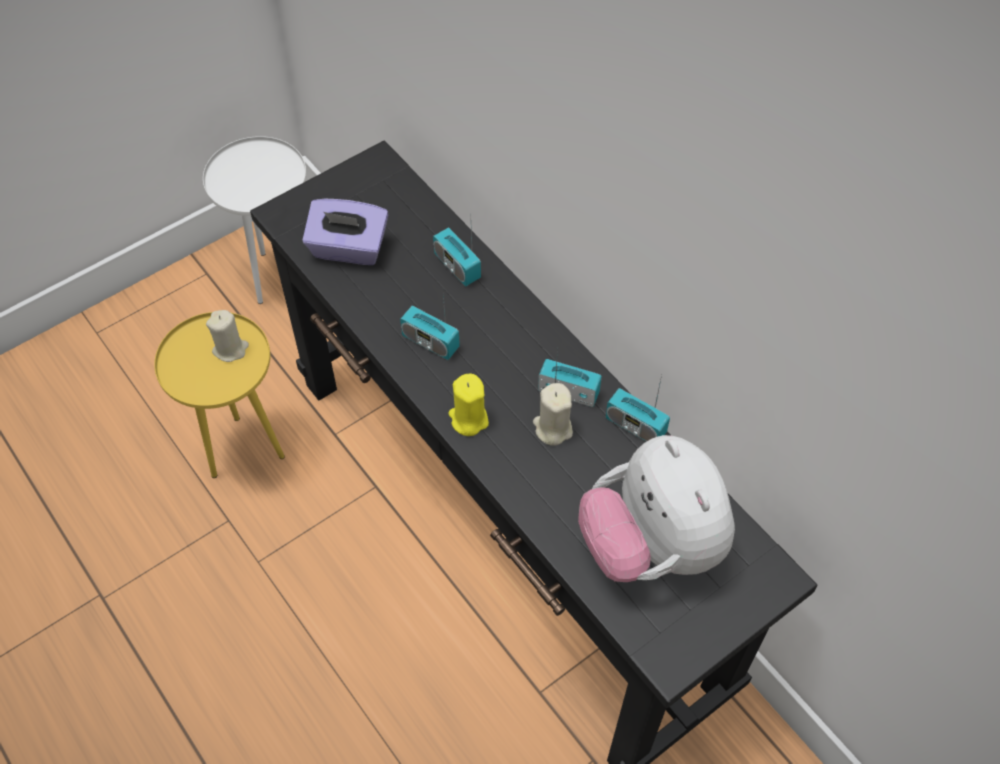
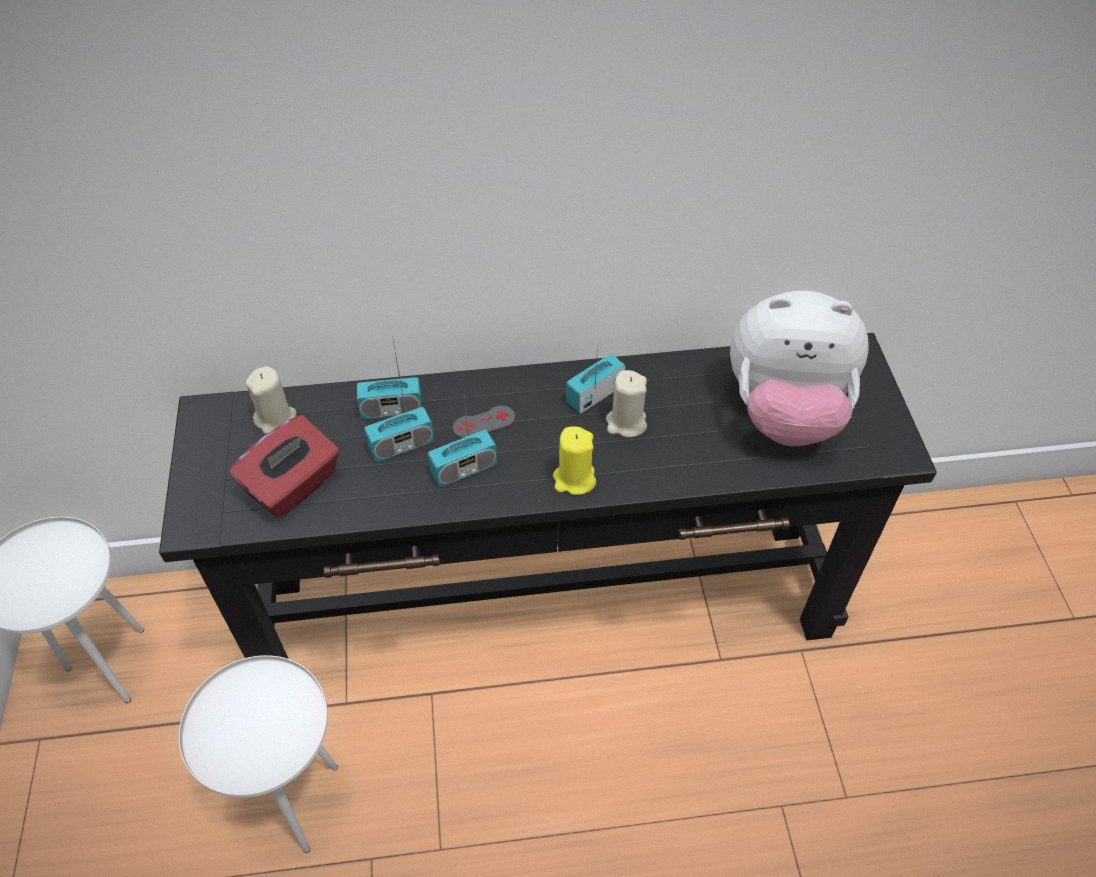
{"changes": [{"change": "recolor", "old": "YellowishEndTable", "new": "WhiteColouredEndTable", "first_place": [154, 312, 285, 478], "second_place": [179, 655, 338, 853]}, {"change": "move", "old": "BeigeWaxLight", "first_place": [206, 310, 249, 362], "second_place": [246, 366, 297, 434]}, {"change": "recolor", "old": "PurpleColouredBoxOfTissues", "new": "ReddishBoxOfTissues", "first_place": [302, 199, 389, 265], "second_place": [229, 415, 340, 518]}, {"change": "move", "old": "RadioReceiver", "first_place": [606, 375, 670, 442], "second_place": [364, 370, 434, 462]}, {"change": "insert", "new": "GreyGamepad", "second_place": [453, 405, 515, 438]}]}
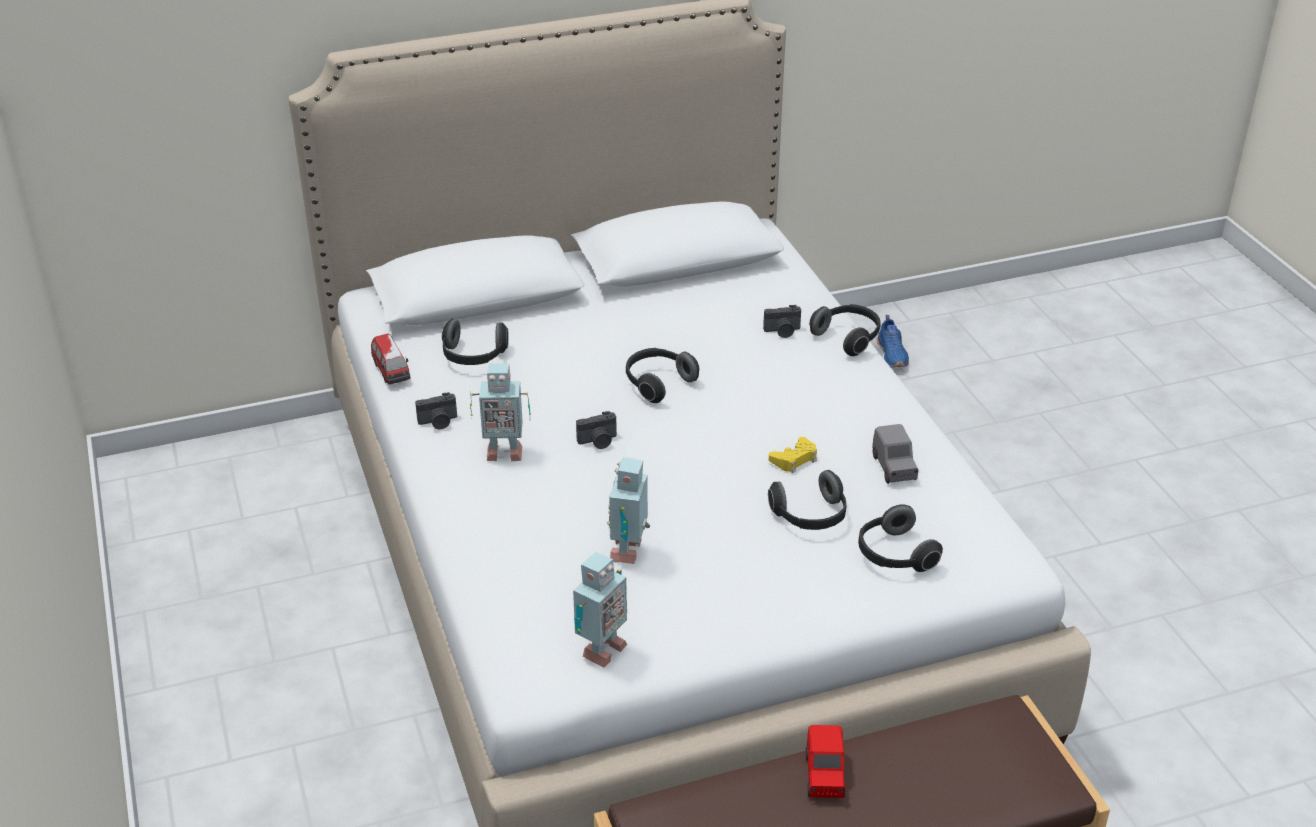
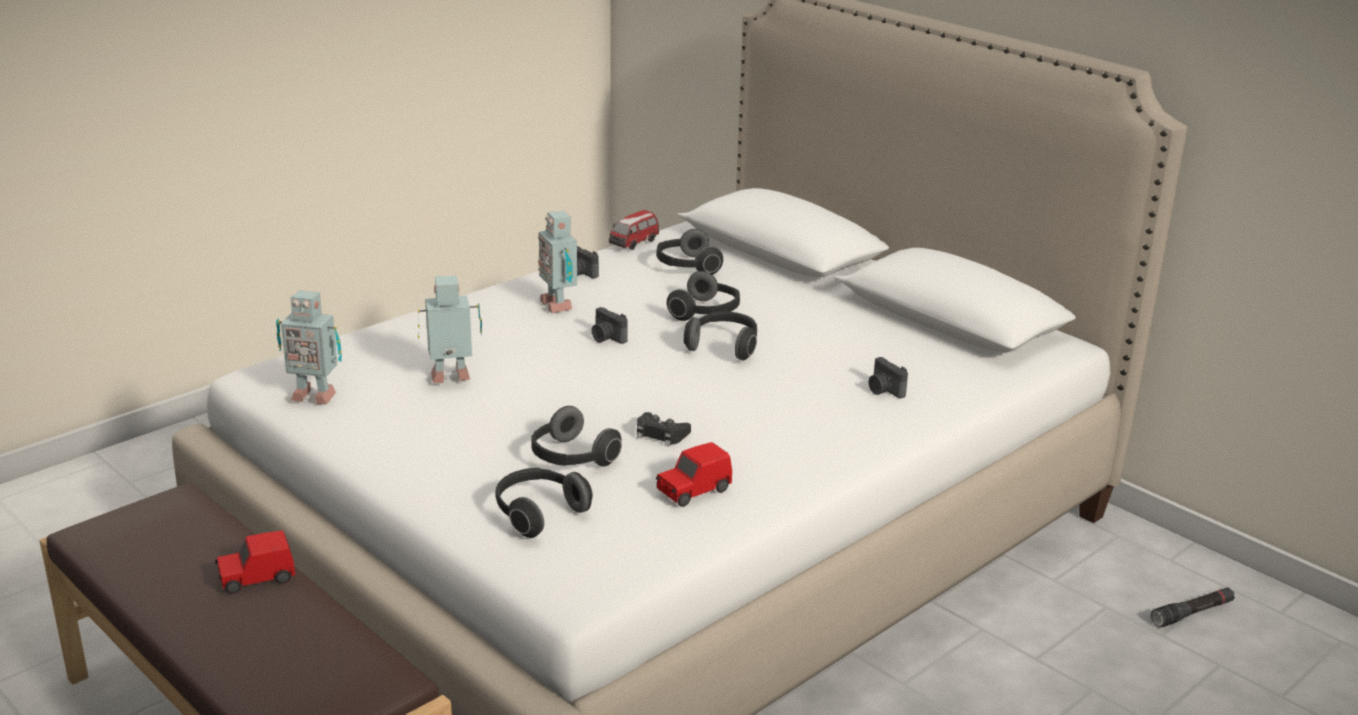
{"changes": [{"change": "recolor", "old": "YellowishGamepad", "new": "BlackColouredGamepad", "first_place": [769, 437, 817, 473], "second_place": [637, 412, 691, 446]}, {"change": "move", "old": "Headset", "first_place": [809, 304, 881, 356], "second_place": [667, 271, 740, 321]}, {"change": "recolor", "old": "GreyMiniatureCar", "new": "ReddishMiniatureCar", "first_place": [872, 424, 918, 484], "second_place": [656, 442, 732, 507]}, {"change": "replace", "old": "BluishItemOfFootwear", "new": "BlackColouredTorch", "first_place": [877, 315, 909, 368], "second_place": [1151, 587, 1235, 627]}]}
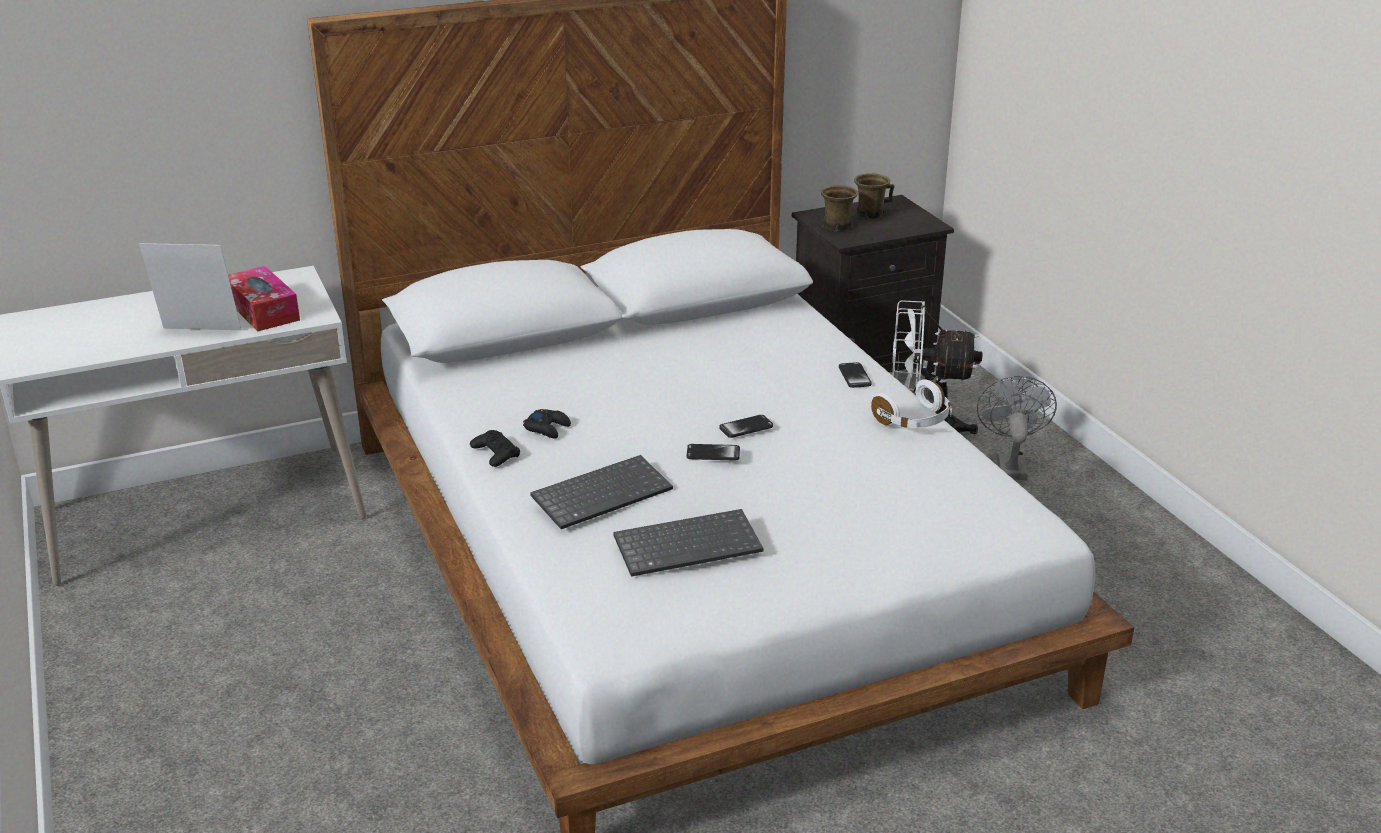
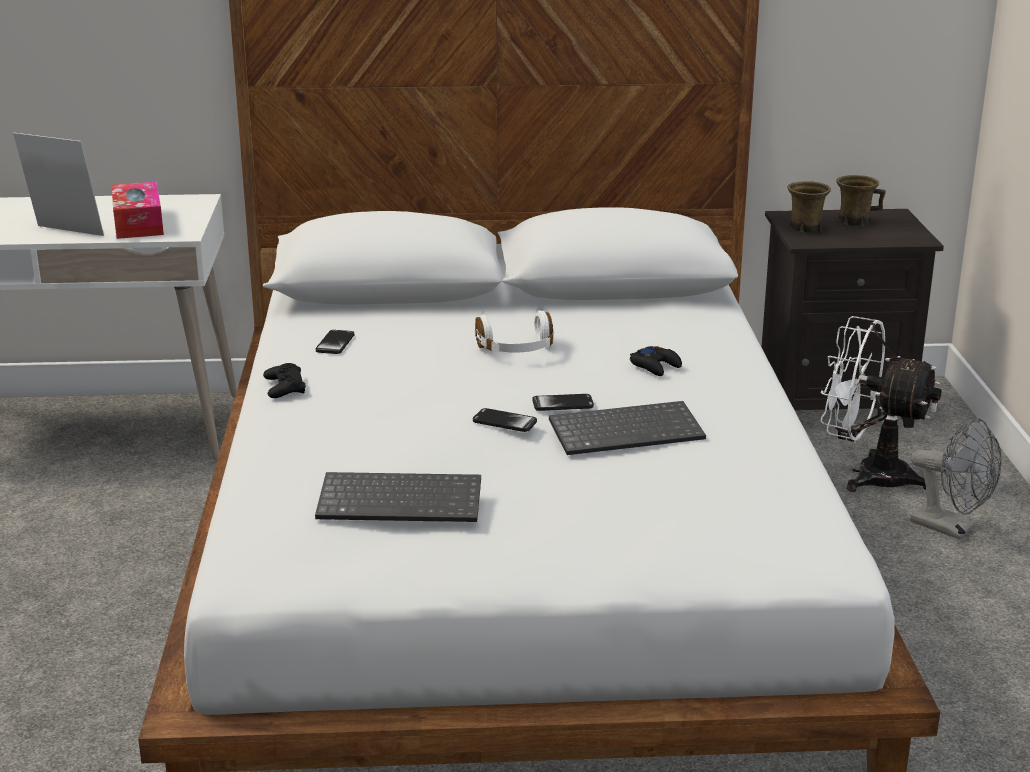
{"changes": [{"change": "move", "old": "BlackColouredGamepad", "first_place": [523, 409, 571, 439], "second_place": [630, 346, 682, 376]}, {"change": "move", "old": "PcKeyboard", "first_place": [530, 455, 673, 529], "second_place": [549, 401, 706, 455]}, {"change": "move", "old": "Phone", "first_place": [839, 362, 872, 388], "second_place": [316, 330, 354, 354]}, {"change": "move", "old": "WhiteColouredHeadset", "first_place": [871, 380, 952, 428], "second_place": [475, 310, 554, 353]}, {"change": "rotate", "old": "GreyElectricFan", "first_place": [977, 376, 1057, 480], "second_place": [910, 418, 1001, 540], "degrees": 105}]}
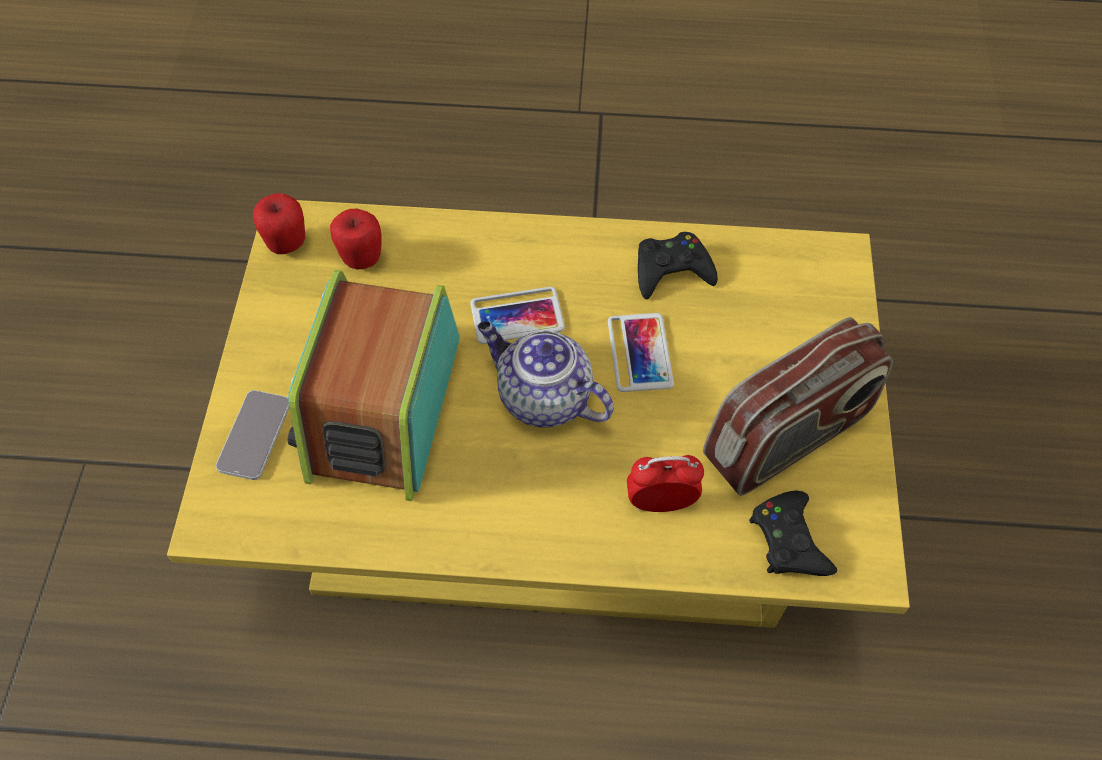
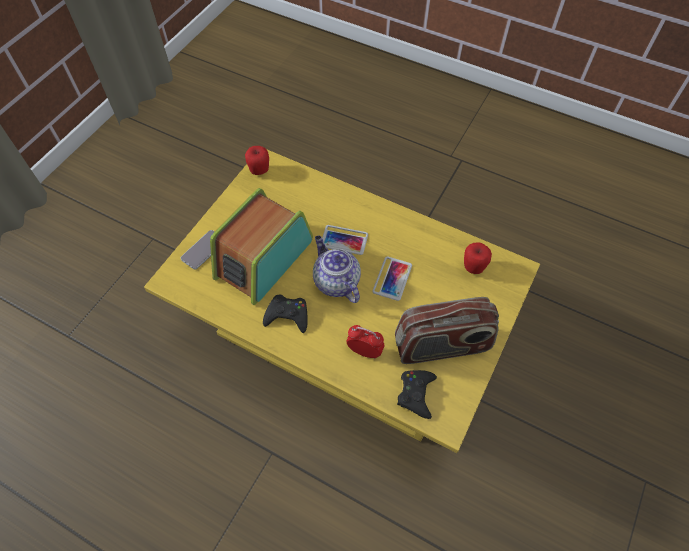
{"changes": [{"change": "move", "old": "AppleFruit", "first_place": [330, 209, 382, 270], "second_place": [464, 242, 492, 274]}, {"change": "move", "old": "BlackColouredGamepad", "first_place": [638, 232, 718, 299], "second_place": [263, 295, 308, 333]}]}
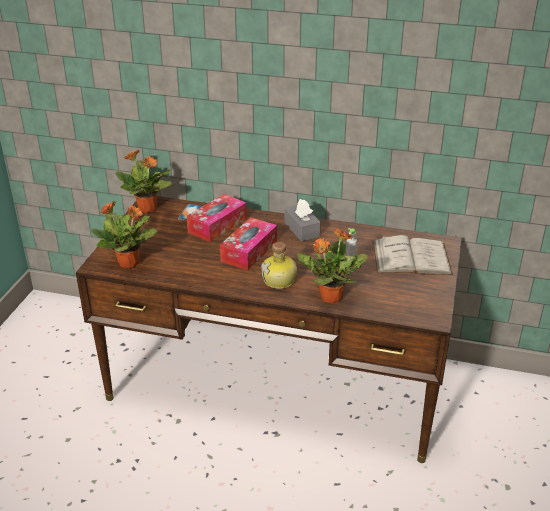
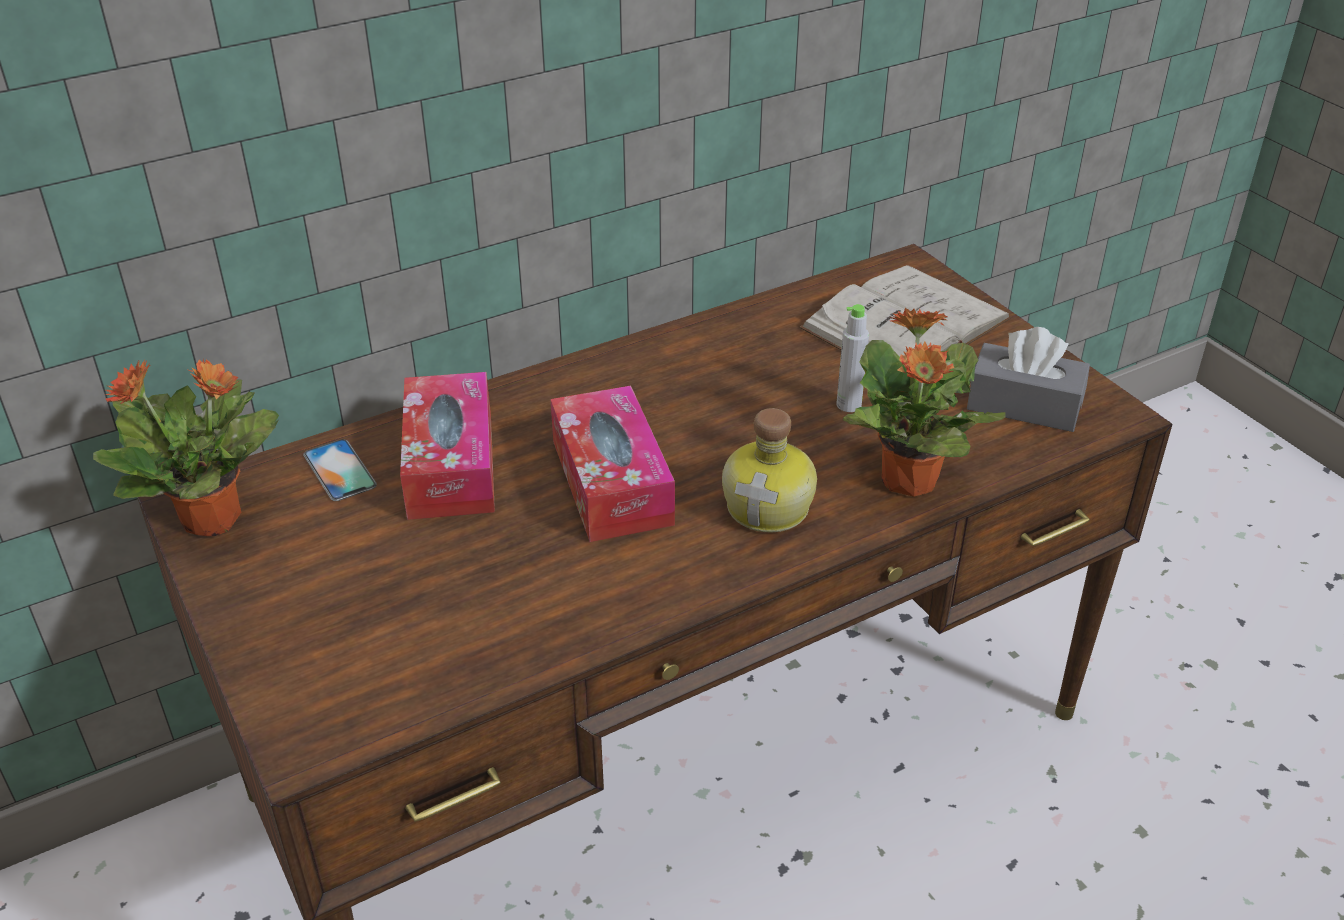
{"changes": [{"change": "delete", "old": "PottedPlant", "first_place": [91, 201, 157, 269]}, {"change": "move", "old": "GreyBoxOfTissues", "first_place": [284, 199, 321, 241], "second_place": [967, 327, 1090, 432]}]}
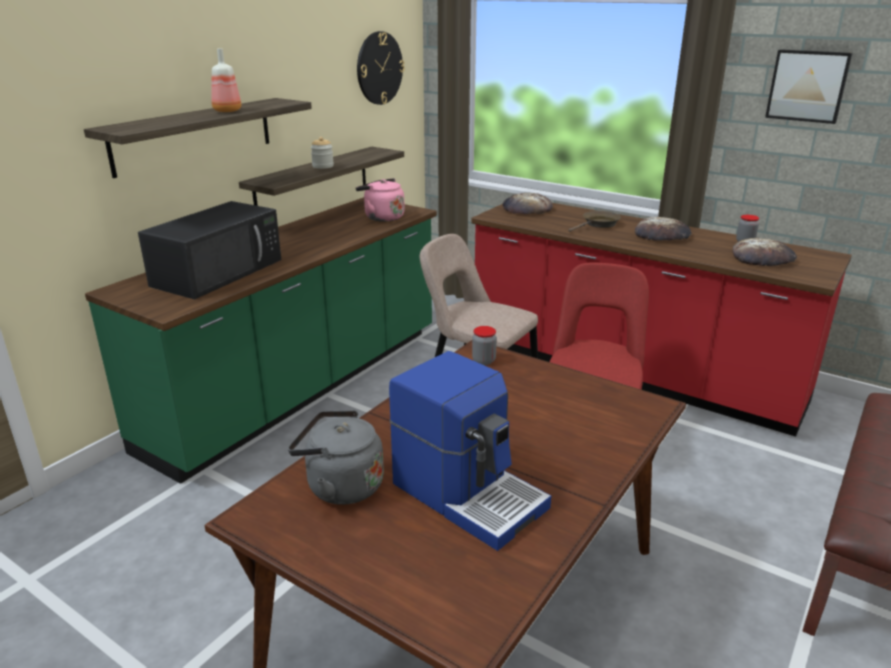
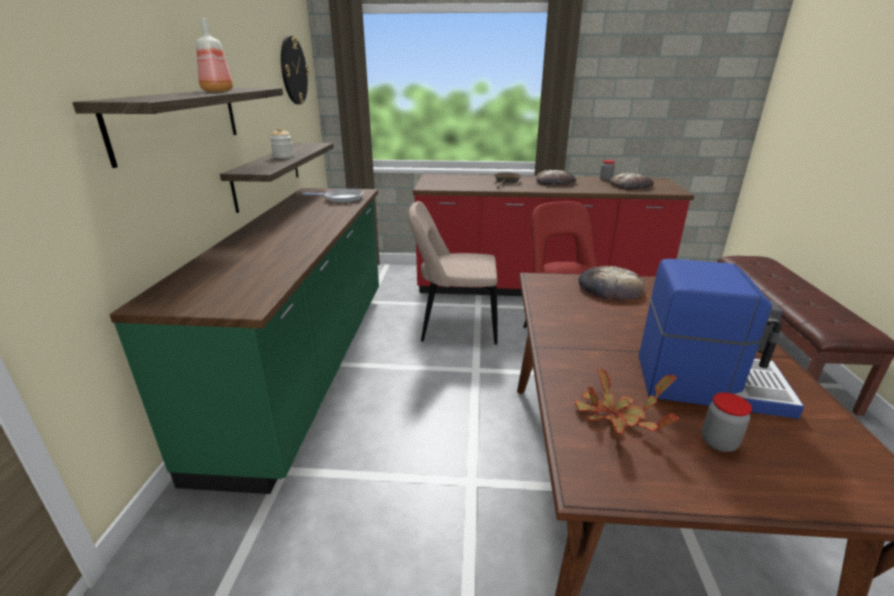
{"changes": [{"change": "delete", "old": "BlackColouredKitchenMicrowave", "first_place": [138, 201, 281, 299]}, {"change": "replace", "old": "GreyWaterKettle", "new": "PottedPlant", "first_place": [288, 410, 384, 505], "second_place": [575, 368, 679, 434]}, {"change": "replace", "old": "PinkishWaterKettle", "new": "FryingPan", "first_place": [356, 178, 405, 222], "second_place": [303, 189, 364, 203]}, {"change": "move", "old": "StorageJar", "first_place": [472, 326, 497, 365], "second_place": [702, 392, 752, 452]}, {"change": "move", "old": "BakeryBread", "first_place": [503, 193, 553, 214], "second_place": [578, 266, 644, 301]}, {"change": "delete", "old": "Picture", "first_place": [765, 49, 853, 124]}]}
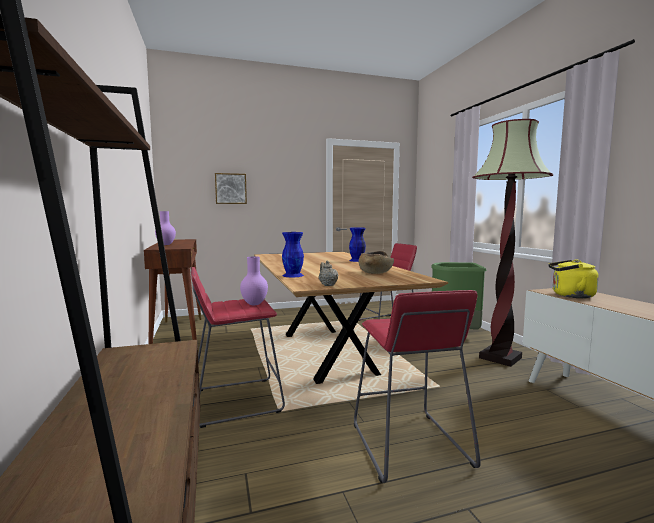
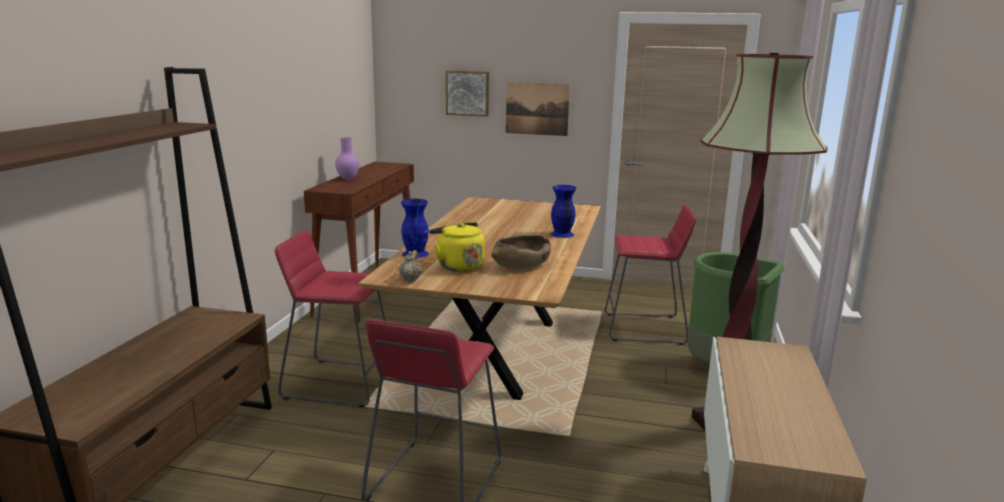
{"changes": [{"change": "delete", "old": "PurpleColouredVase", "first_place": [240, 256, 268, 305]}, {"change": "move", "old": "YellowishWaterKettle", "first_place": [548, 259, 599, 298], "second_place": [429, 222, 485, 272]}, {"change": "insert", "new": "Picture", "second_place": [506, 82, 570, 136]}]}
